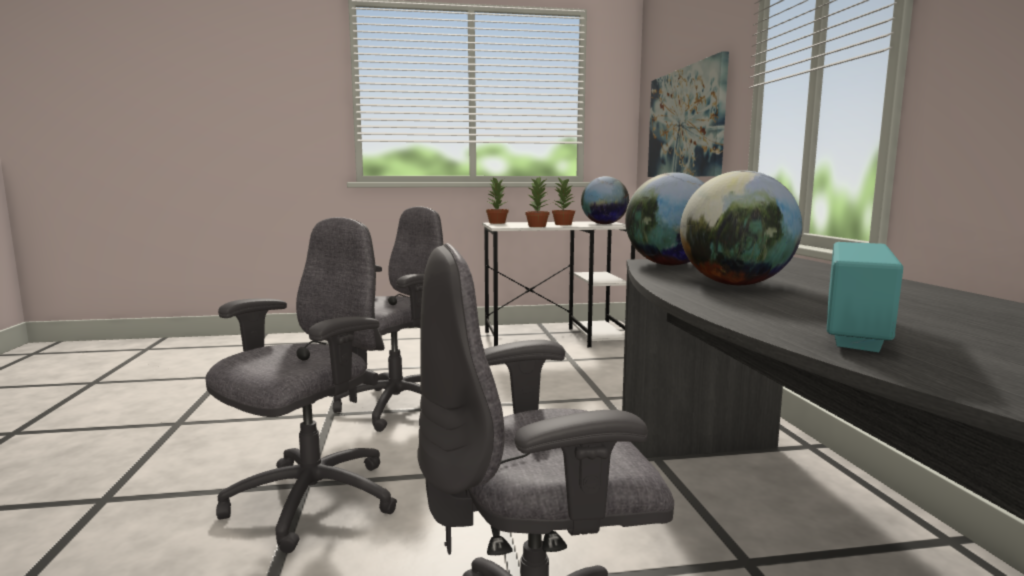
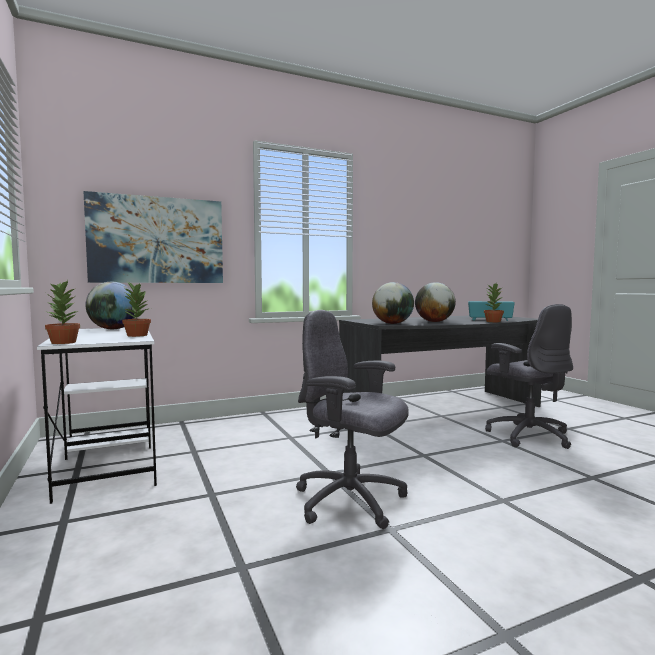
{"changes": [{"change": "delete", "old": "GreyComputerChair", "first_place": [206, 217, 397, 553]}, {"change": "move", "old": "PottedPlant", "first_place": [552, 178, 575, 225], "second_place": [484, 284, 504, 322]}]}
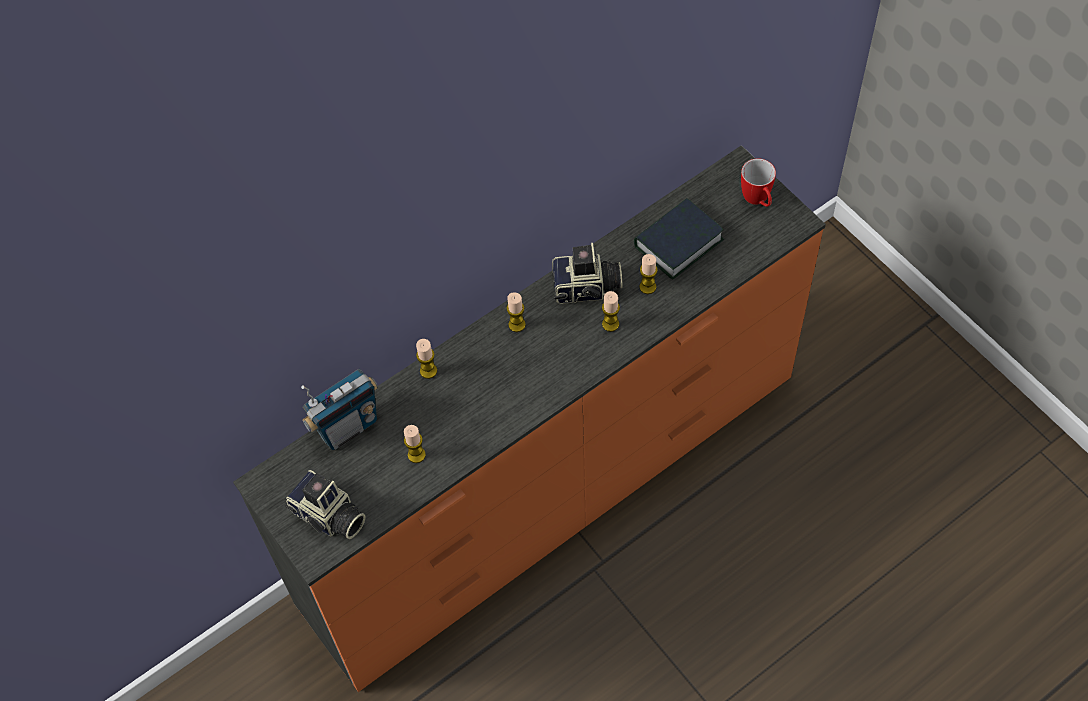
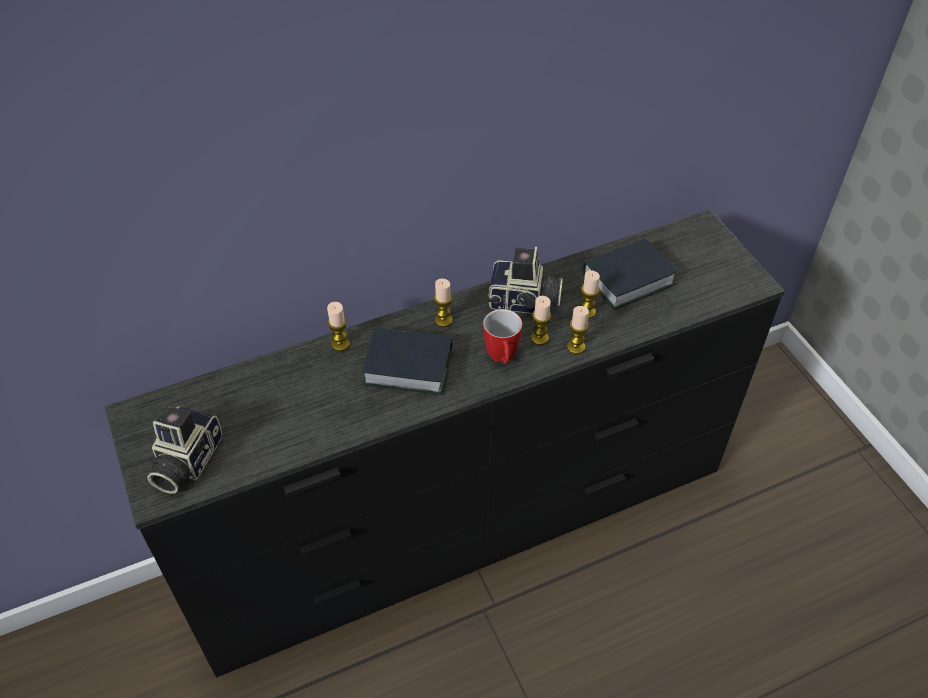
{"changes": [{"change": "recolor", "old": "OrangeDresser", "new": "BlackColouredDresser", "first_place": [233, 145, 826, 692], "second_place": [105, 210, 785, 678]}, {"change": "rotate", "old": "StillCamera", "first_place": [285, 470, 366, 539], "second_place": [147, 406, 222, 494], "degrees": 60}, {"change": "delete", "old": "RadioReceiver", "first_place": [301, 369, 378, 450]}, {"change": "move", "old": "WaxLight", "first_place": [404, 425, 426, 463], "second_place": [567, 306, 589, 354]}, {"change": "move", "old": "TeaMug", "first_place": [741, 158, 776, 207], "second_place": [483, 309, 522, 364]}, {"change": "insert", "new": "BoundBook", "second_place": [362, 327, 452, 395]}]}
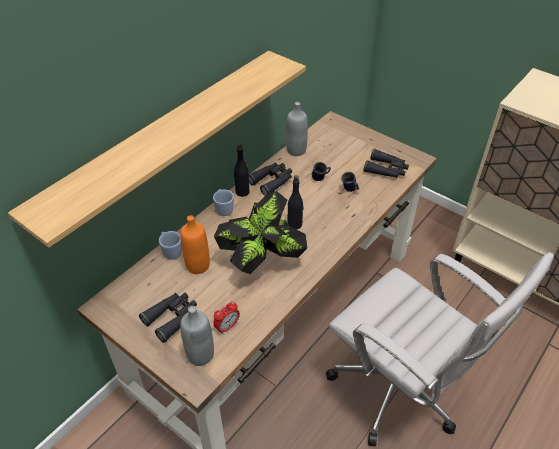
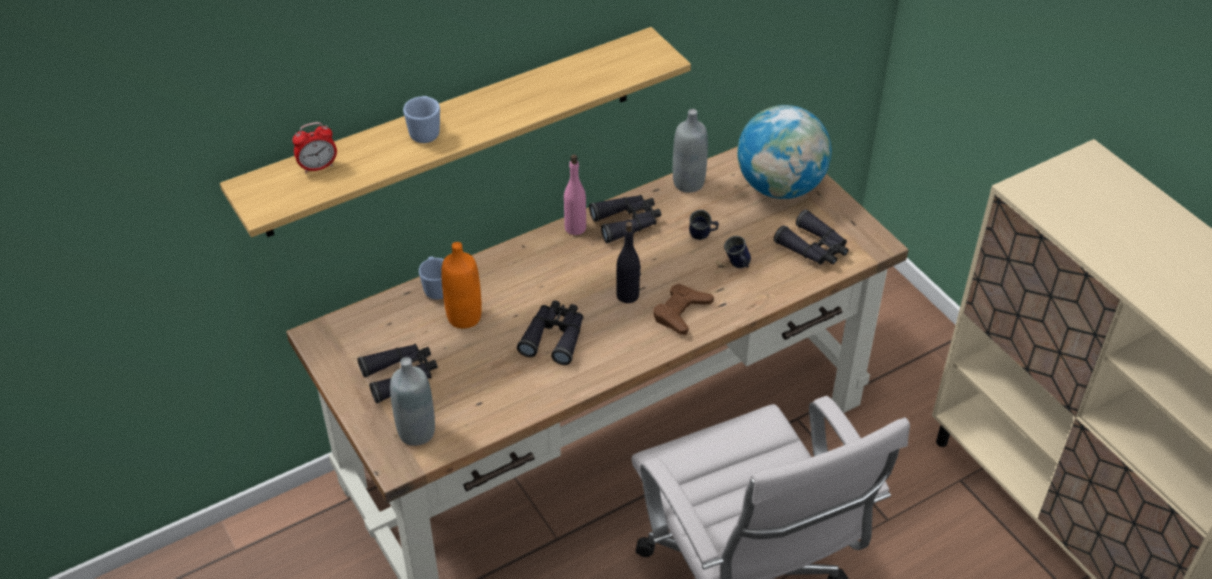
{"changes": [{"change": "move", "old": "BluishTeaMug", "first_place": [213, 189, 234, 216], "second_place": [403, 96, 440, 143]}, {"change": "move", "old": "BedsideClock", "first_place": [213, 301, 240, 334], "second_place": [292, 122, 337, 173]}, {"change": "replace", "old": "PottedPlant", "new": "BlackColouredPairOfBinoculars", "first_place": [214, 191, 307, 274], "second_place": [517, 300, 584, 365]}, {"change": "recolor", "old": "BlackColouredDrinkBottle", "new": "PinkishDrinkBottle", "first_place": [234, 143, 250, 197], "second_place": [564, 155, 586, 235]}, {"change": "insert", "new": "BrownishGamepad", "second_place": [653, 284, 714, 335]}, {"change": "insert", "new": "DeskGlobe", "second_place": [737, 105, 832, 199]}]}
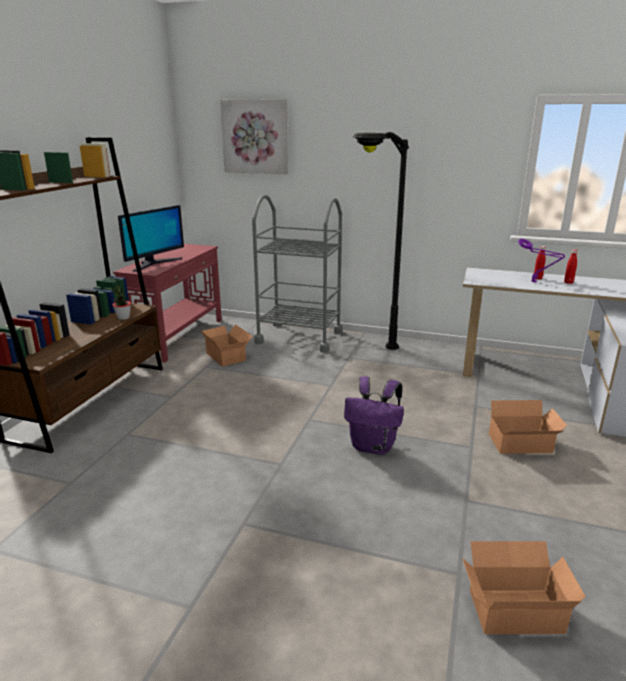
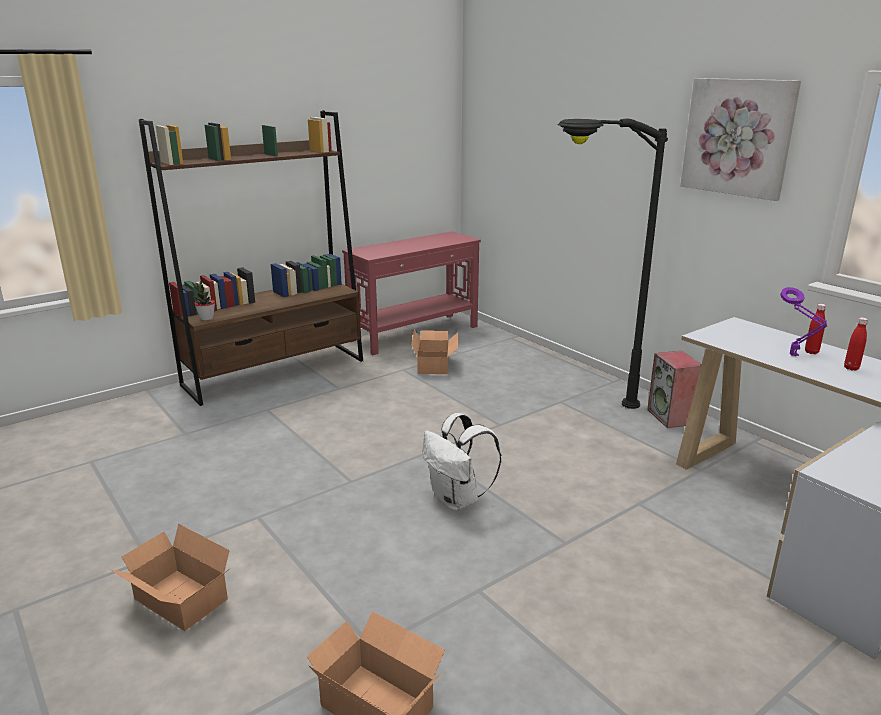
{"changes": [{"change": "move", "old": "PottedPlant", "first_place": [111, 285, 131, 320], "second_place": [192, 281, 215, 321]}, {"change": "delete", "old": "Monitor", "first_place": [118, 205, 184, 272]}, {"change": "move", "old": "Picture", "first_place": [220, 99, 288, 174], "second_place": [680, 78, 801, 201]}, {"change": "delete", "old": "GreyWheeledCart", "first_place": [252, 195, 343, 353]}, {"change": "recolor", "old": "PurpleColouredBackpack", "new": "WhiteColouredBackpack", "first_place": [344, 376, 404, 455], "second_place": [423, 413, 501, 511]}, {"change": "move", "old": "CardboardBox", "first_place": [487, 400, 567, 454], "second_place": [110, 523, 230, 631]}, {"change": "insert", "new": "Loudspeaker", "second_place": [647, 351, 702, 428]}]}
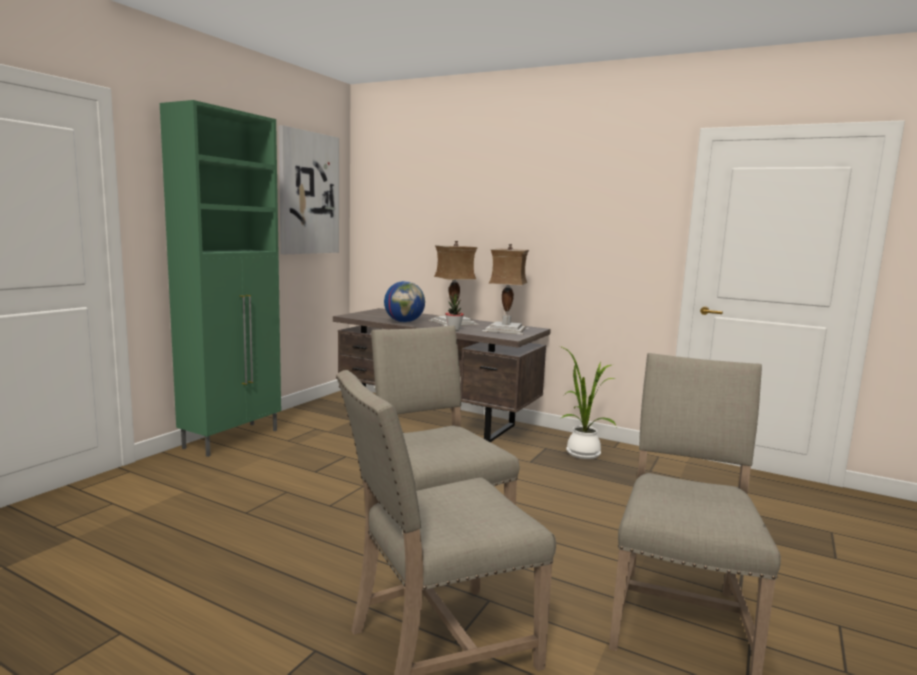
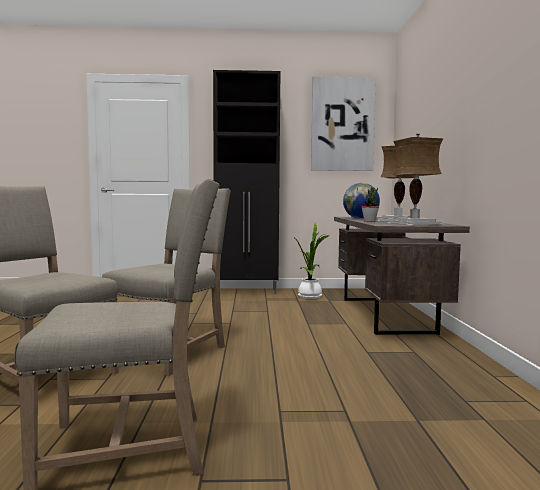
{"changes": [{"change": "recolor", "old": "GreenishStorageCabinet", "new": "BlackColouredStorageCabinet", "first_place": [160, 100, 281, 457], "second_place": [213, 70, 280, 294]}, {"change": "move", "old": "PottedPlant", "first_place": [560, 346, 617, 459], "second_place": [295, 222, 329, 299]}]}
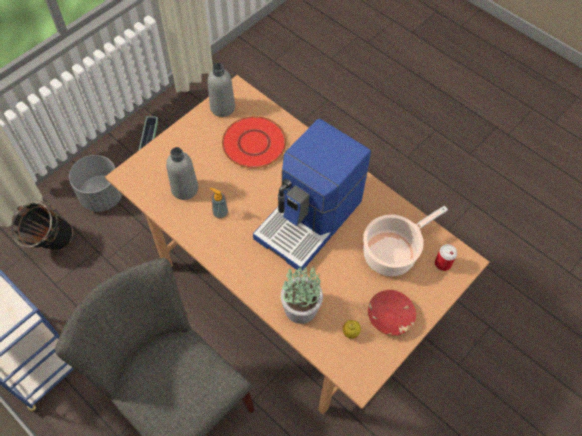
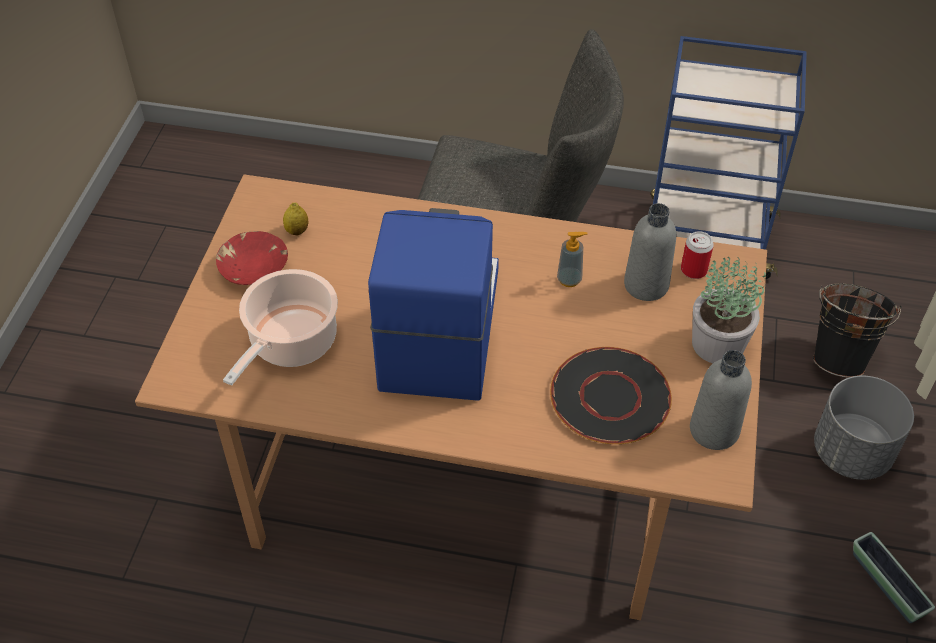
{"changes": [{"change": "recolor", "old": "ReddishFlatDish", "new": "BlackColouredFlatDish", "first_place": [222, 116, 286, 168], "second_place": [550, 347, 672, 444]}, {"change": "move", "old": "PottedPlant", "first_place": [281, 266, 323, 324], "second_place": [692, 257, 766, 363]}, {"change": "move", "old": "MetalCan", "first_place": [435, 244, 457, 271], "second_place": [681, 231, 714, 279]}]}
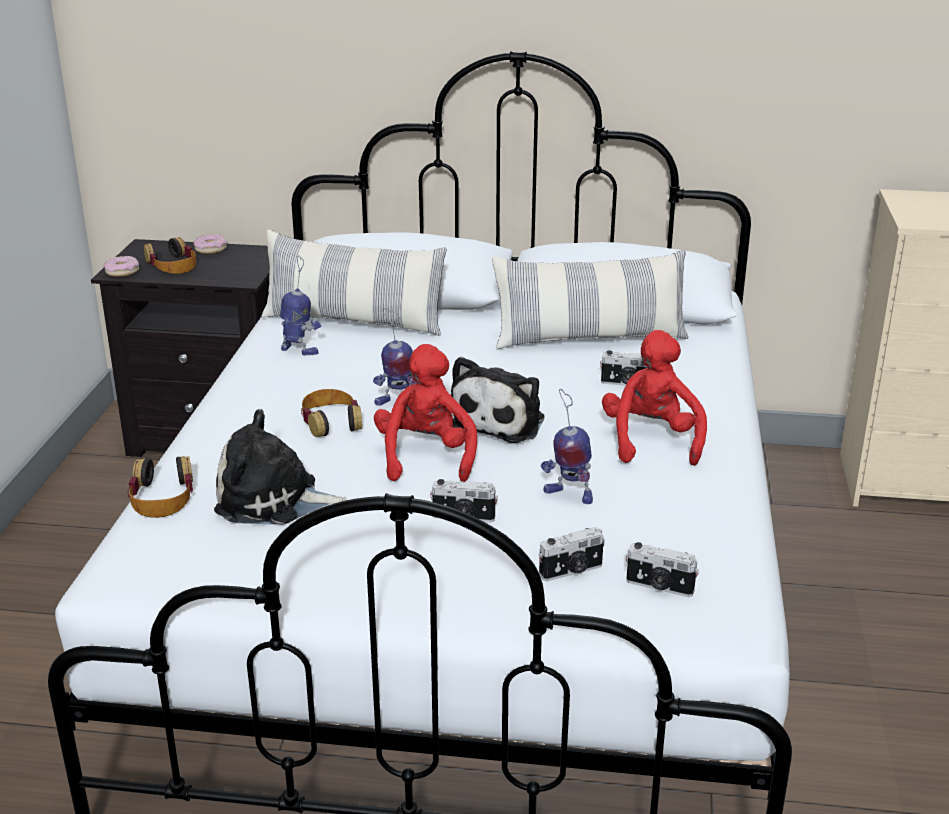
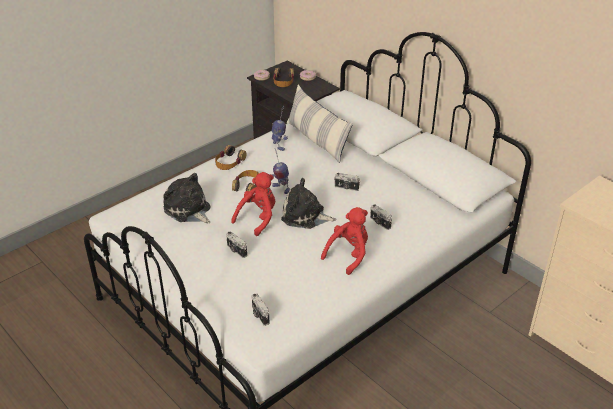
{"changes": [{"change": "move", "old": "Headset", "first_place": [128, 456, 193, 518], "second_place": [215, 145, 246, 170]}, {"change": "rotate", "old": "PlushToy", "first_place": [451, 357, 544, 443], "second_place": [281, 178, 337, 229], "degrees": 45}, {"change": "delete", "old": "Pillow", "first_place": [492, 250, 688, 349]}, {"change": "move", "old": "StillCamera", "first_place": [539, 527, 605, 581], "second_place": [334, 173, 360, 191]}, {"change": "delete", "old": "ToyRobot", "first_place": [541, 389, 593, 504]}]}
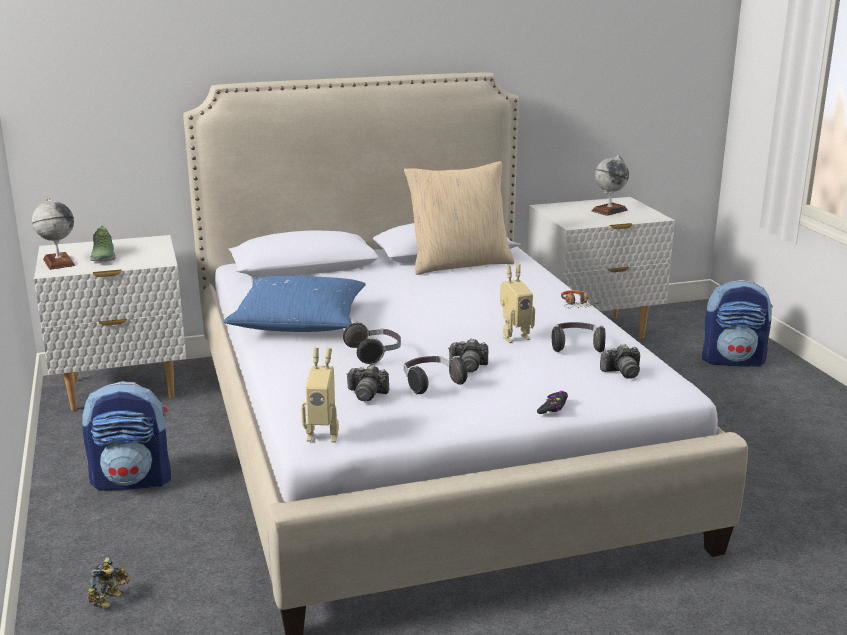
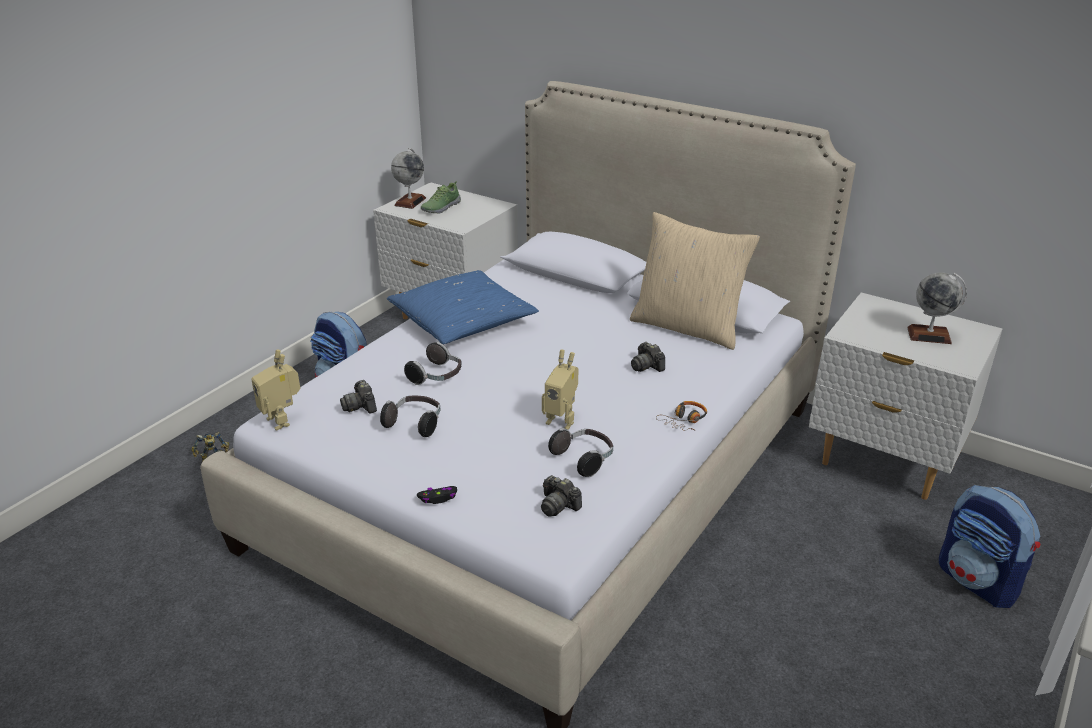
{"changes": [{"change": "move", "old": "StillCamera", "first_place": [449, 338, 488, 372], "second_place": [631, 342, 665, 372]}]}
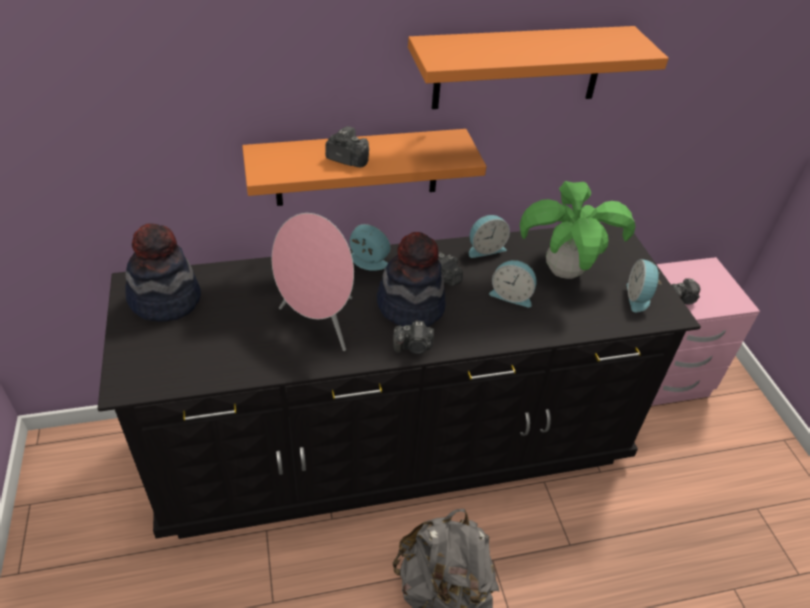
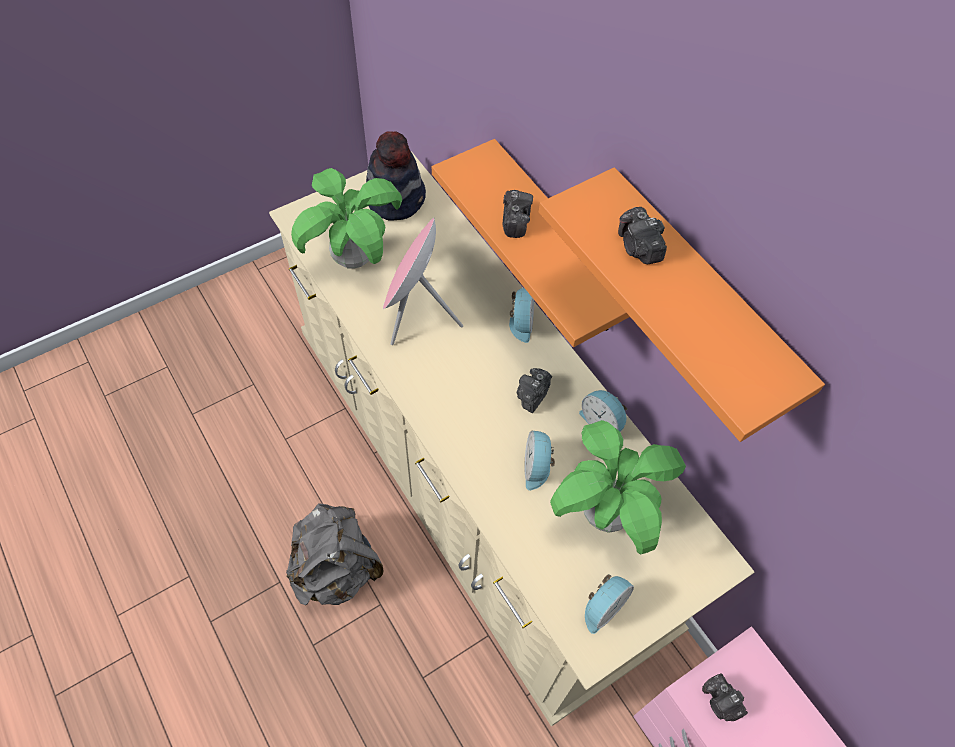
{"changes": [{"change": "recolor", "old": "BlackColouredDresser", "new": "BeigeDresser", "first_place": [98, 223, 701, 539], "second_place": [269, 152, 754, 727]}, {"change": "delete", "old": "ClothingHat", "first_place": [377, 232, 446, 327]}, {"change": "move", "old": "StillCamera", "first_place": [393, 321, 434, 354], "second_place": [618, 207, 667, 264]}, {"change": "rotate", "old": "BedsideClock", "first_place": [627, 259, 661, 312], "second_place": [585, 574, 634, 634], "degrees": 150}, {"change": "insert", "new": "PottedPlant", "second_place": [291, 168, 402, 269]}]}
